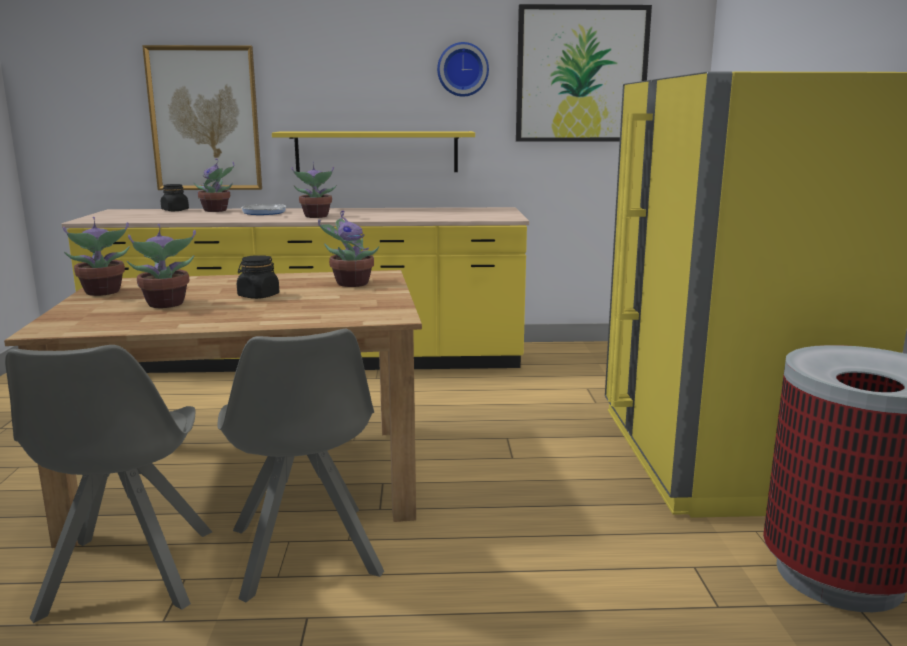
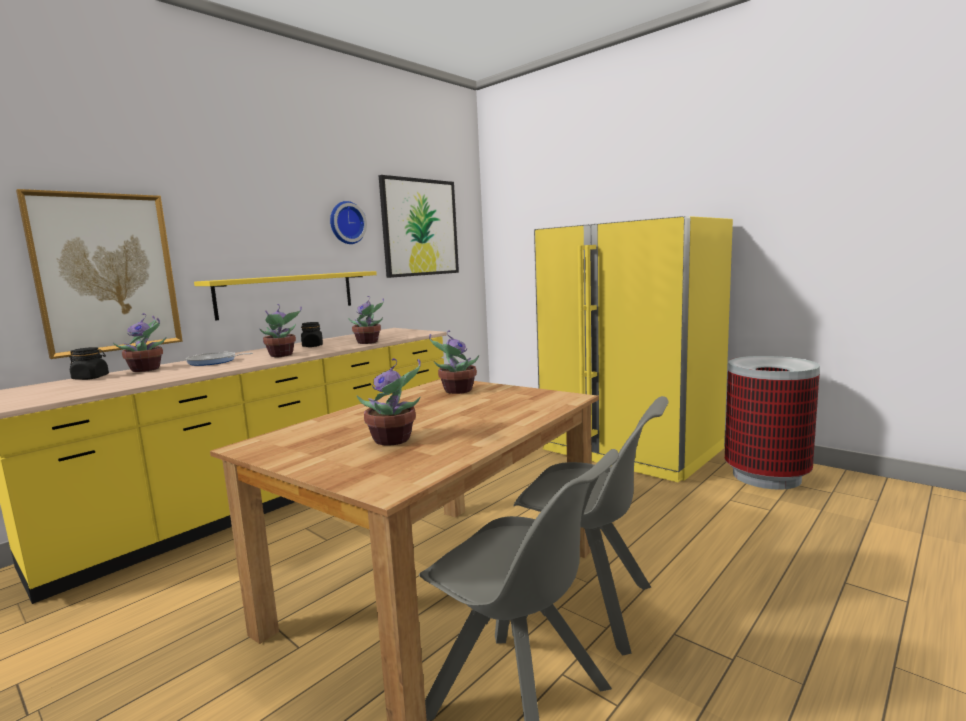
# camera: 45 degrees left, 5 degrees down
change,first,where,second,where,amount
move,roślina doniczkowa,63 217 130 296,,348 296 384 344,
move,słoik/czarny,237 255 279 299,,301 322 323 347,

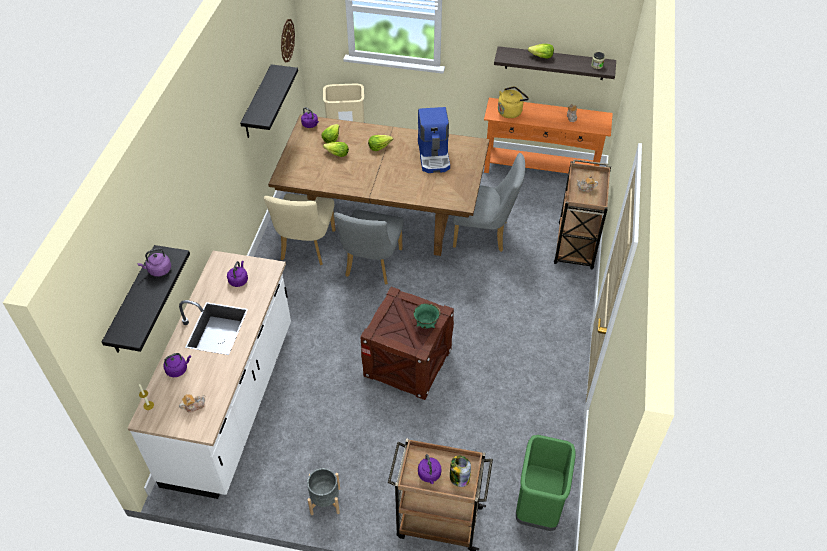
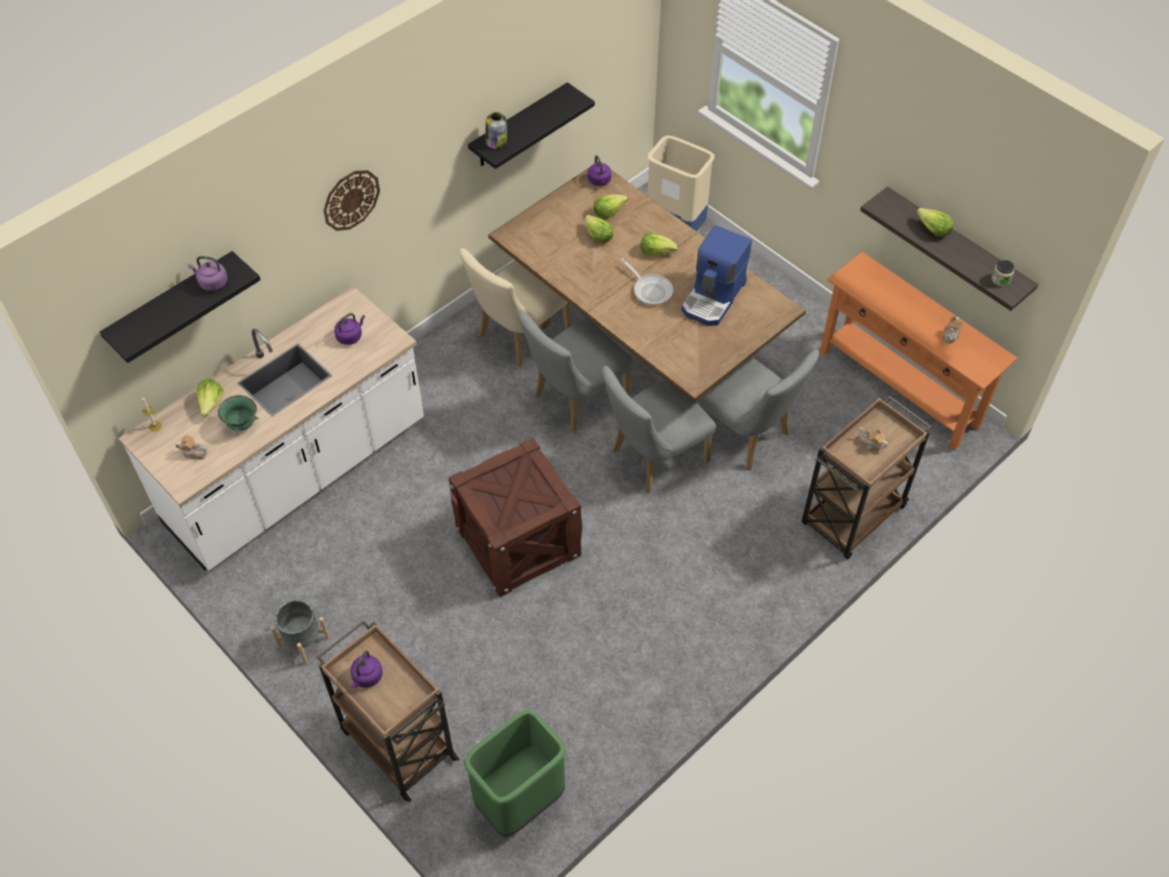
# camera: 35 degrees right, 5 degrees up
change,first,where,second,where,amount
delete,czajnik/żółty,498 86 529 118,,,
insert,,,krzesło/szary,602 366 716 493,
insert,,,patelnia,621 258 673 305,
move,zegar ścienny,281 19 295 63,,323 170 380 231,
move,miska/zielony,413 303 441 329,,218 395 258 433,
move,słoik,450 456 471 487,,486 112 507 149,
replace,czajnik/fioletowy,163 353 191 377,sałata,197 379 223 417,

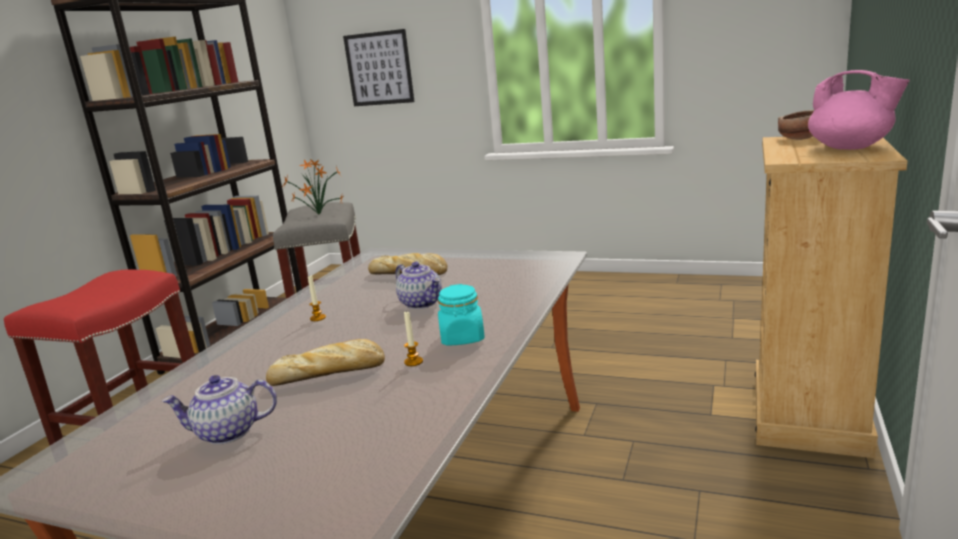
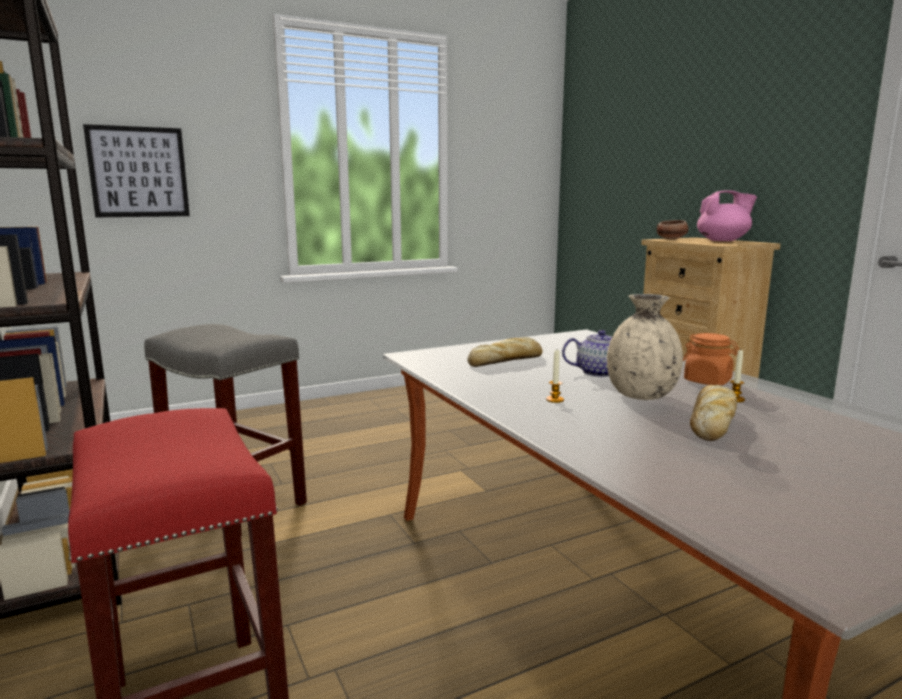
# camera: 50 degrees left, 5 degrees down
change,first,where,second,where,amount
delete,imbryk,162 375 277 445,,,
delete,roślina doniczkowa,282 159 344 215,,,
insert,,,wazon/beżowy,607 294 683 400,
recolor,słoik/turkusowy,438 284 485 346,słoik/pomarańczowy,683 333 739 385,

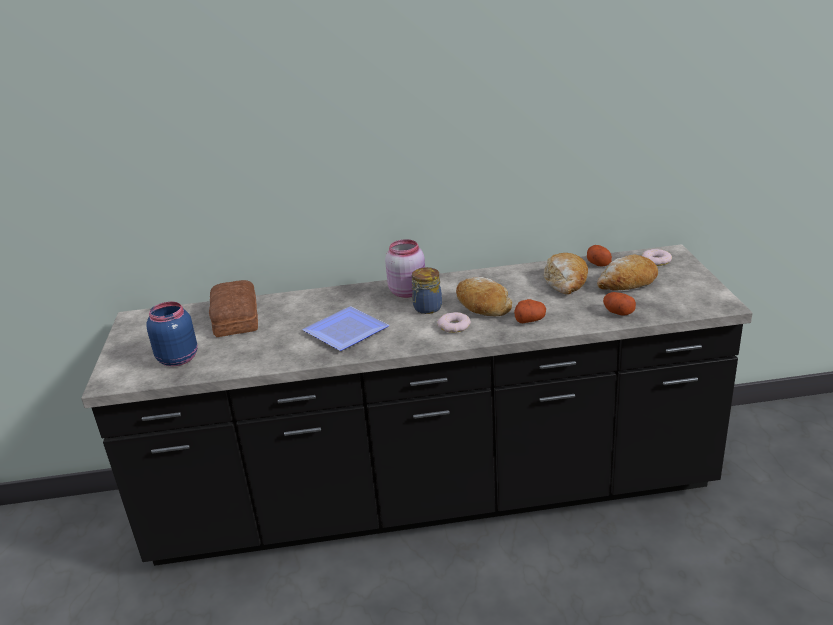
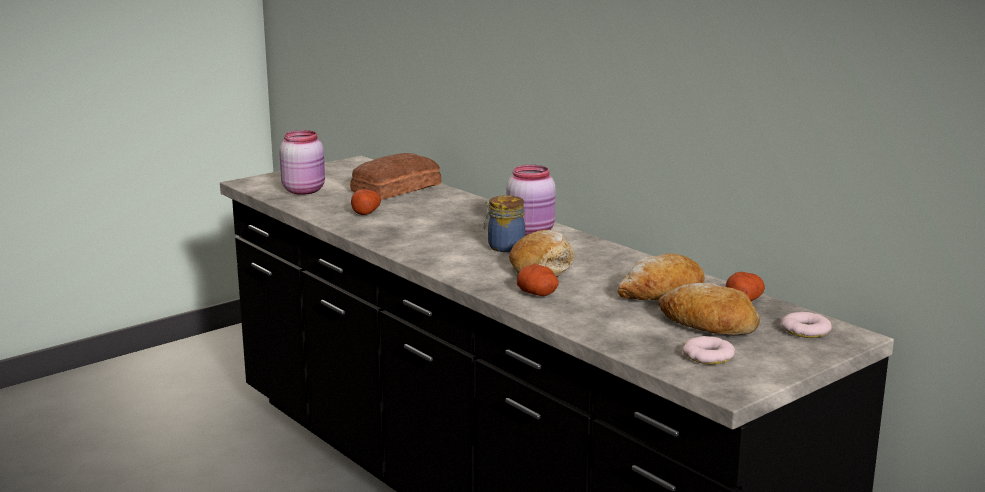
# camera: 55 degrees right, 10 degrees down
change,first,where,second,where,amount
delete,talerz,302 306 389 351,,,
move,donut,437 312 471 333,,682 336 735 364,
move,ziemniak,603 292 636 316,,351 189 381 215,
recolor,słoik/niebieski,146 302 198 366,słoik/różowy,279 130 325 195,

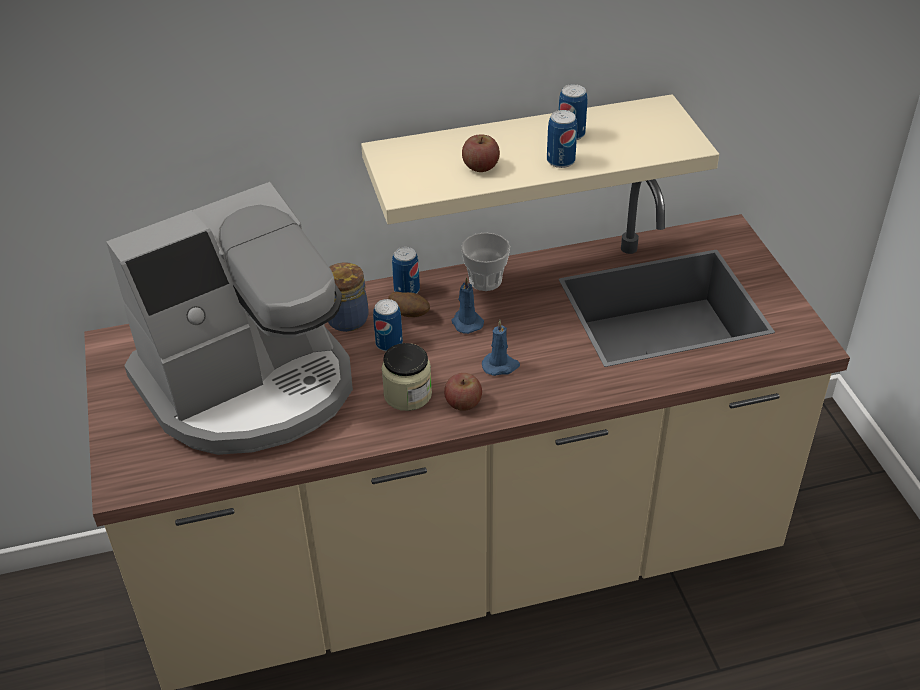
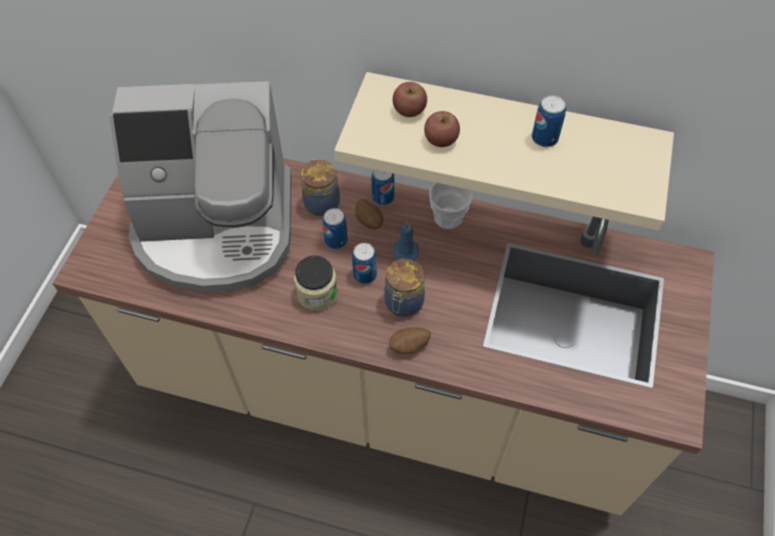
# camera: 30 degrees right, 15 degrees up
change,first,where,second,where,amount
insert,,,ziemniak,389 327 431 354,
move,jabłko,444 373 482 411,,393 82 427 117,
move,puszka,547 110 577 168,,352 243 377 284,
replace,świeca/niebieski,482 320 520 376,słoik,384 259 425 317,

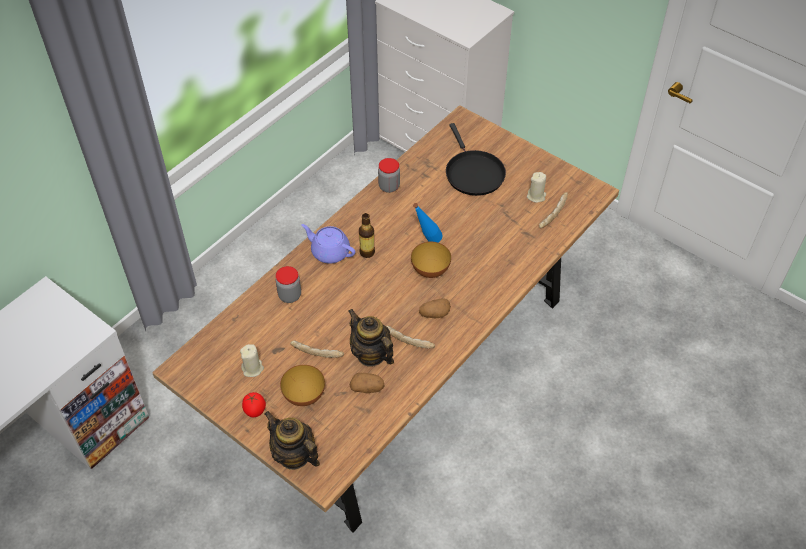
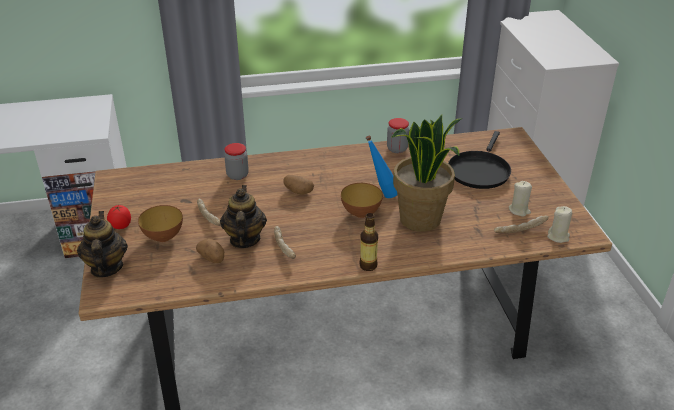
# camera: 40 degrees right, 15 degrees down
change,first,where,second,where,amount
delete,imbryk/fioletowy,301 224 355 264,,,
insert,,,roślina doniczkowa,392 114 462 232,
move,świeca/beżowy,240 344 264 377,,547 206 572 243,
move,butelka,359 213 375 258,,359 213 378 271,
move,ziemniak,419 298 451 318,,283 175 314 195,

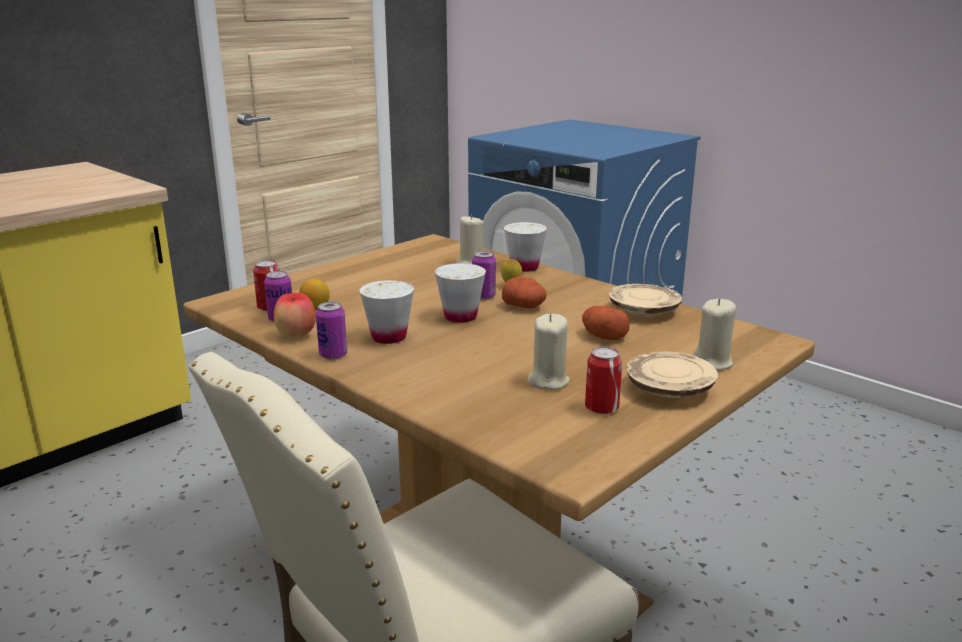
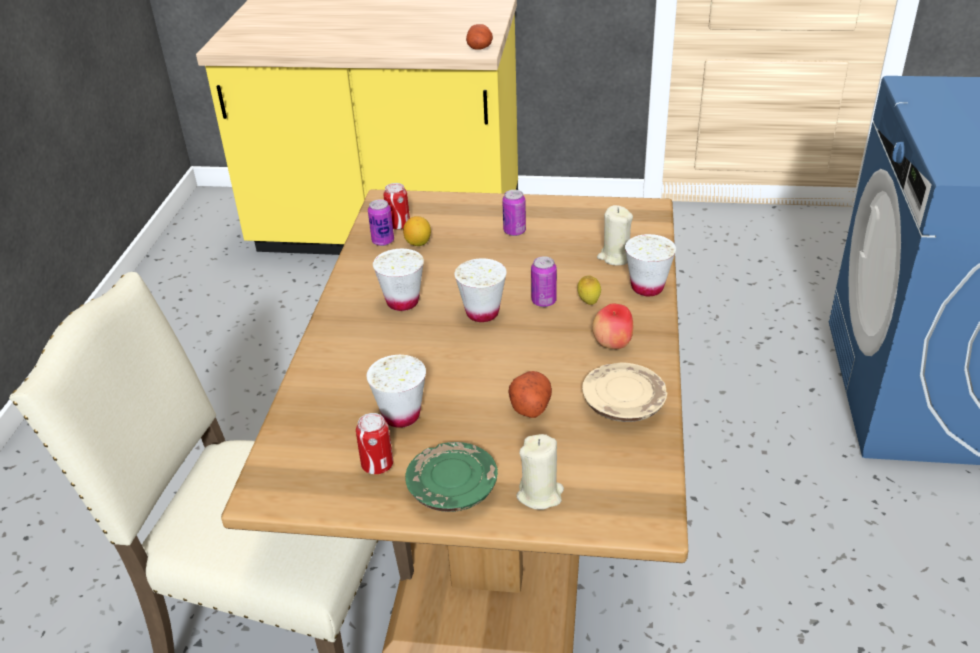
# camera: 55 degrees right, 15 degrees up
change,first,where,second,where,amount
move,jabłko,274 292 316 338,,592 303 633 349,
move,puszka,316 302 347 360,,502 190 526 236,
move,ziemniak,502 276 546 309,,466 24 493 50,
replace,świeca/beżowy,528 314 570 390,filiżanka/biały,367 355 426 428,
recolor,talerz/beżowy,627 352 718 398,talerz/zielony,405 442 498 512,

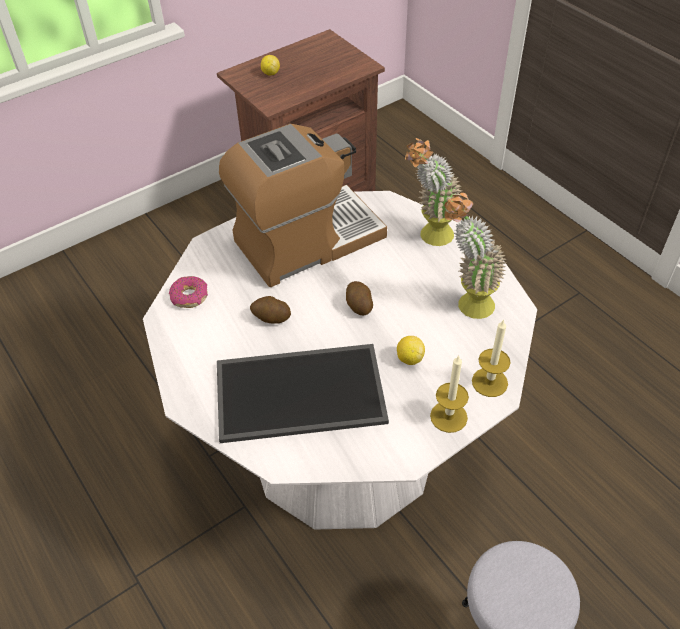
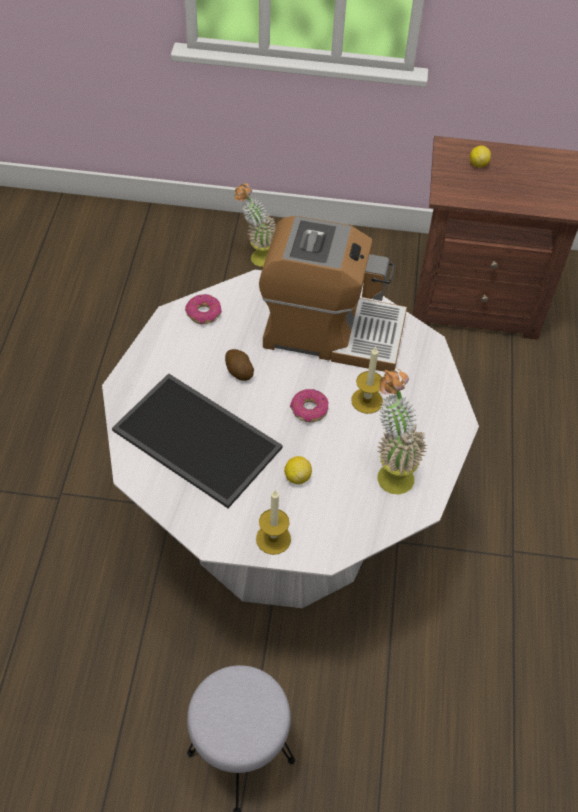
# camera: 40 degrees right, 5 degrees up
change,first,where,second,where,amount
move,roślina doniczkowa,405 138 462 246,,234 183 277 267,
move,świeca,472 319 511 397,,351 346 383 414,
replace,ziemniak,346 281 373 316,donut,290 389 329 422,

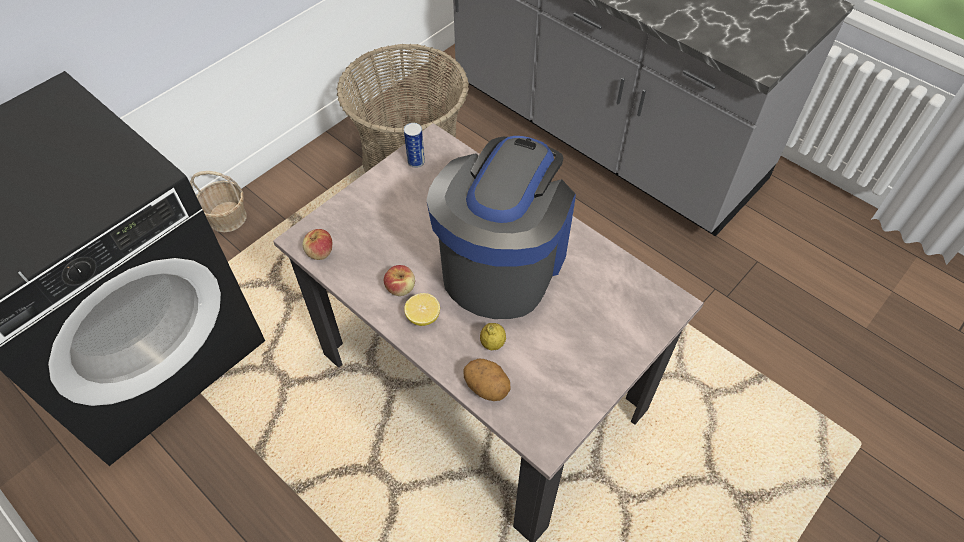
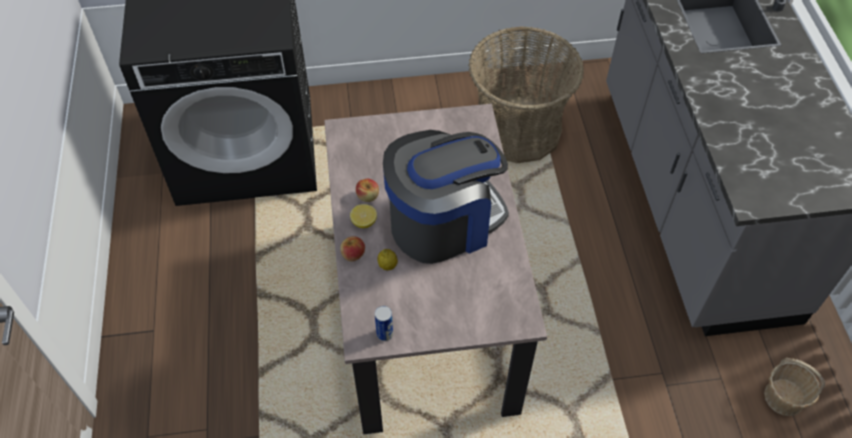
# camera: 40 degrees right, 0 degrees up
change,first,where,second,where,amount
delete,ziemniak,464 359 511 401,,,
move,koszyk,190 171 247 233,,764 358 825 416,
move,jabłko,303 229 332 260,,340 236 365 261,
move,puszka,404 123 425 168,,375 306 393 341,

